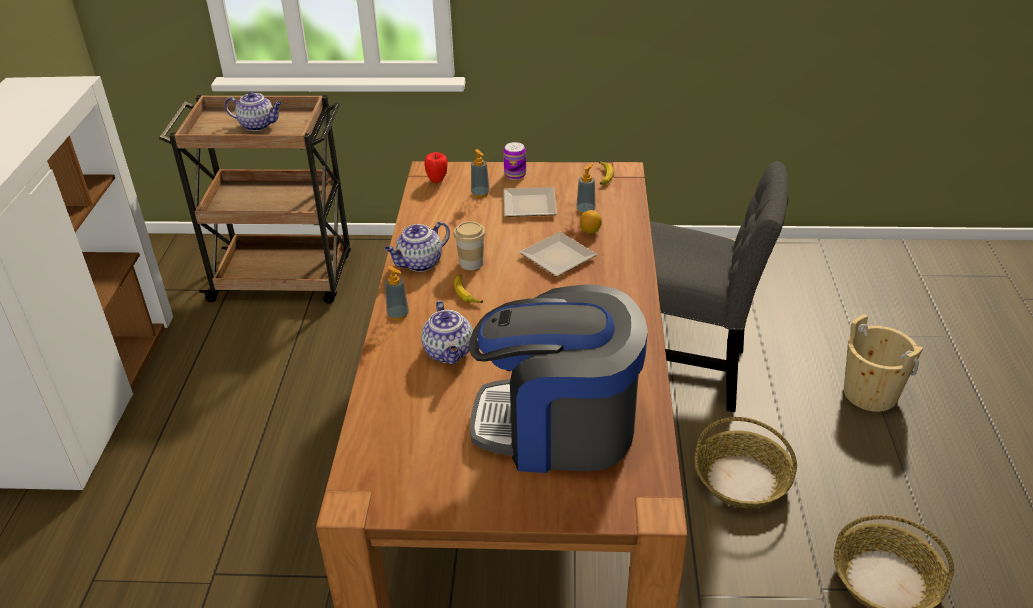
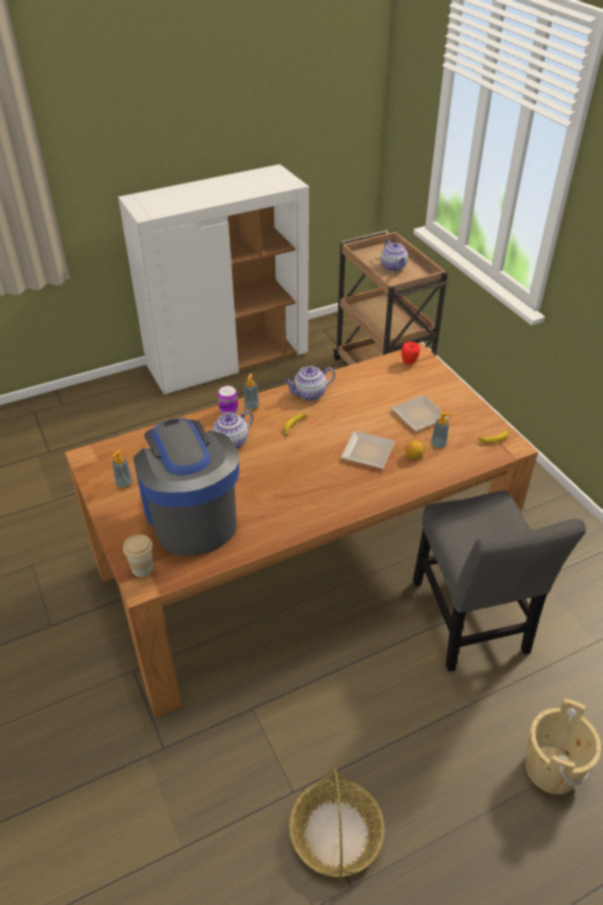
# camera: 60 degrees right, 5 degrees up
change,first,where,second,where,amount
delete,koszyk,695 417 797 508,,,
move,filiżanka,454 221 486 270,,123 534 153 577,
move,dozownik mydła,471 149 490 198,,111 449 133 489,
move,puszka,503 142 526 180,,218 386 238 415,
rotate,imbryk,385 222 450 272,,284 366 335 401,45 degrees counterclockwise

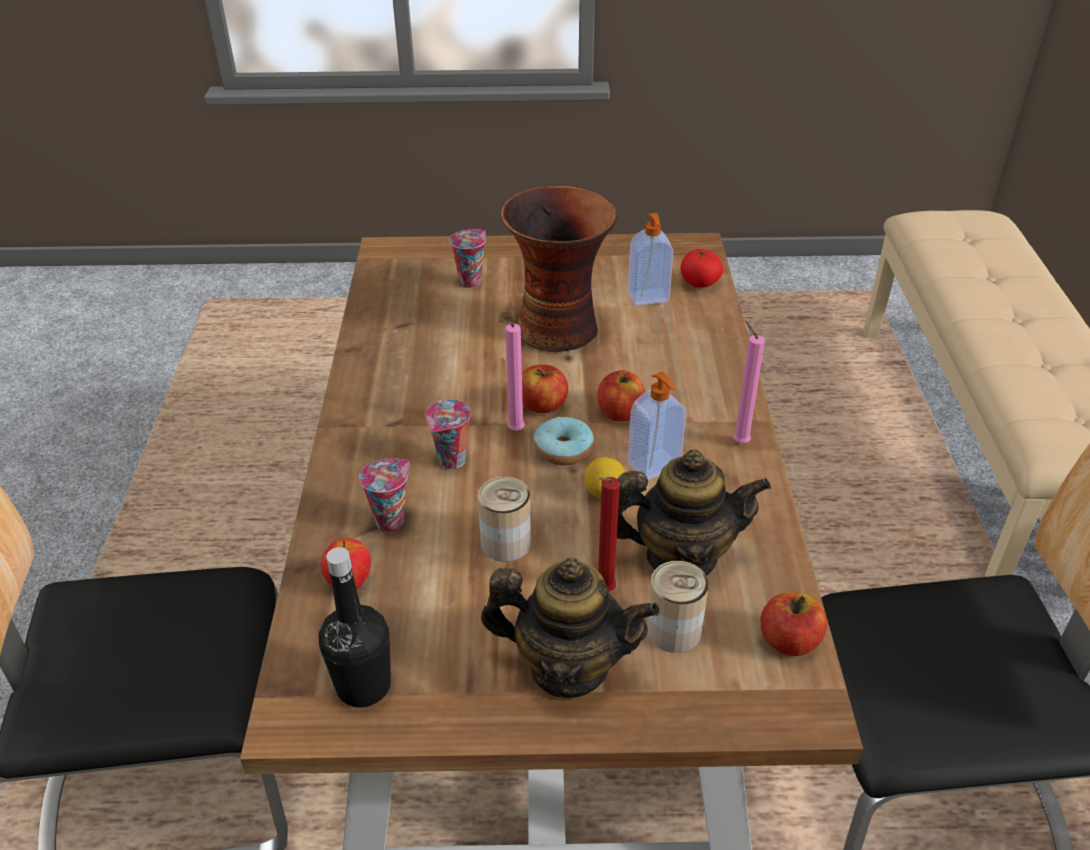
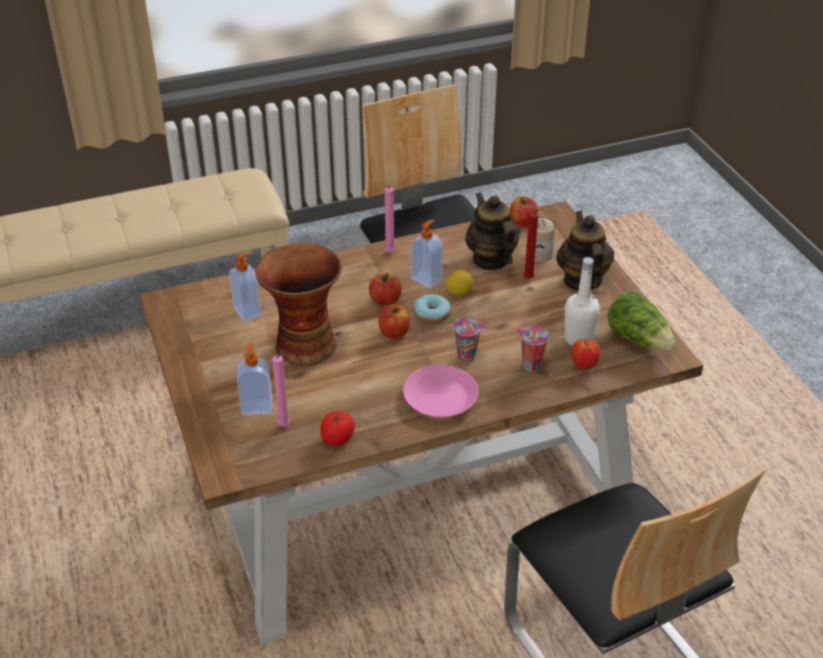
# camera: 110 degrees left, 0 degrees up
change,first,where,second,where,amount
delete,puszka,478 477 531 562,,,
insert,,,talerz/różowy,403 365 478 417,
insert,,,butelka/biały,565 257 600 346,
move,świeca/różowy,500 320 525 431,,272 354 290 426,
move,pomidor,680 248 723 288,,320 411 355 446,
replace,butelka/czarny,319 547 391 707,sałata,607 292 675 350,
replace,filiżanka,450 230 486 288,dozownik mydła,237 343 272 415,

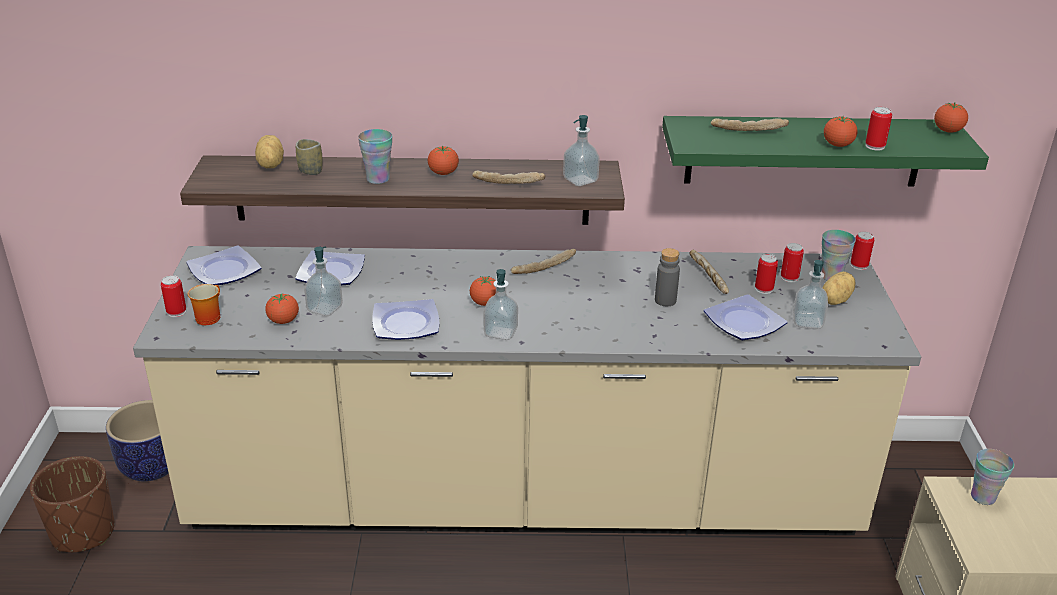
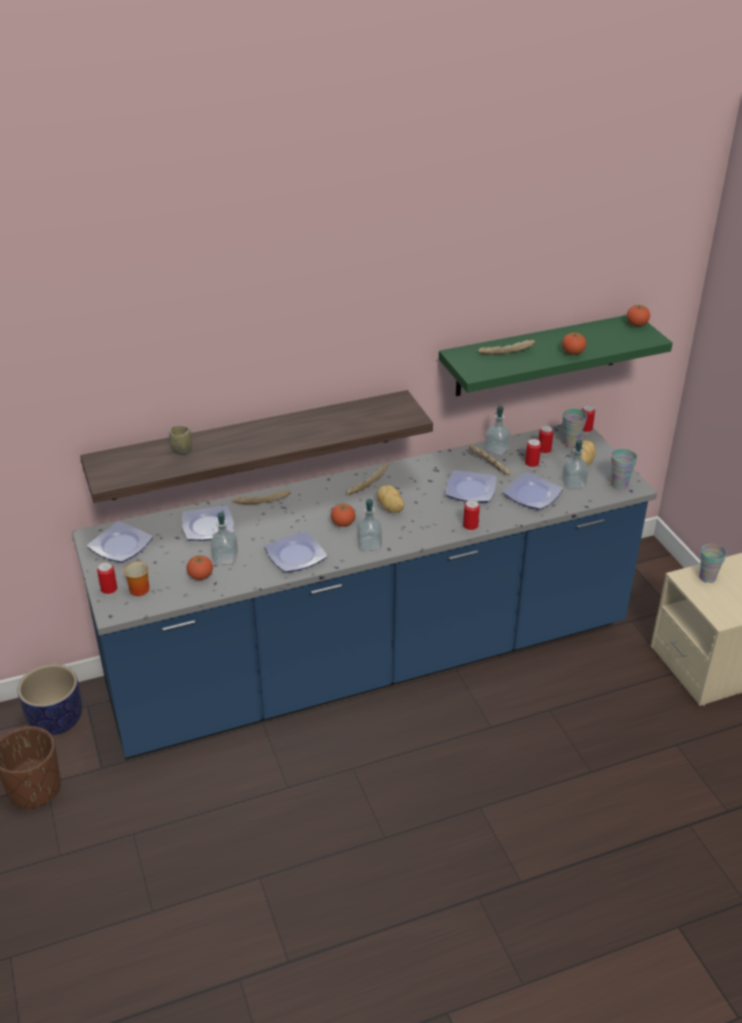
# camera: 20 degrees left, 5 degrees up
change,first,where,second,where,amount
delete,pomidor,428 146 459 175,,,
move,ziemniak,255 135 284 168,,377 485 404 513,
move,filiżanka,358 129 392 184,,611 449 637 489,
move,chleb,472 171 545 184,,233 490 291 504,
move,dozownik mydła,563 115 600 186,,485 406 511 455,
move,puszka,865 107 892 151,,463 500 480 532,
replace,butelka/szary,655 248 680 306,talerz,446 470 496 503,
recolor,zabudowa kuchenna/beżowy,133 246 921 535,zabudowa kuchenna/niebieski,72 424 657 760,

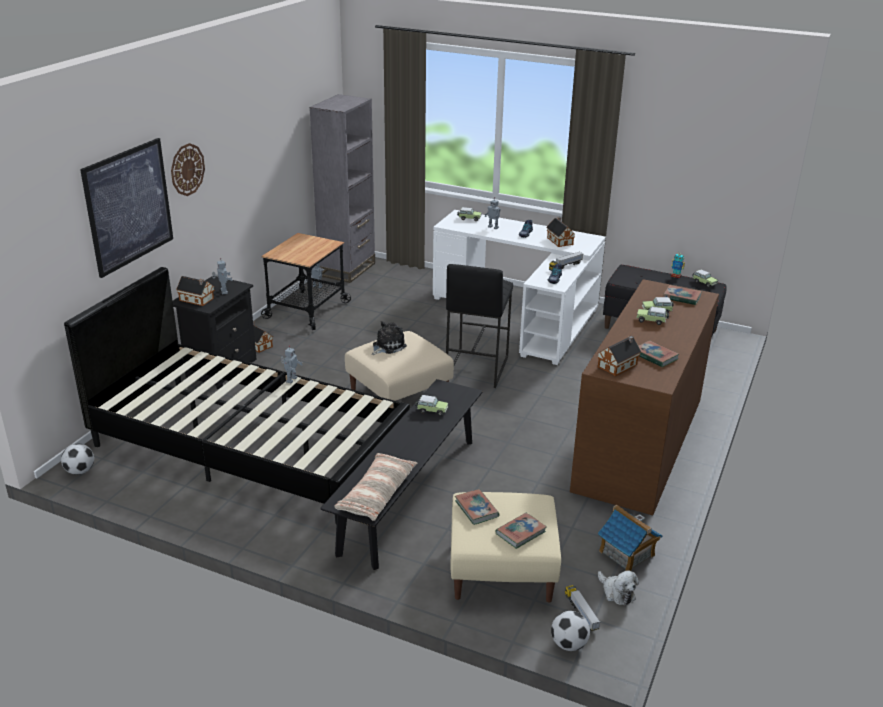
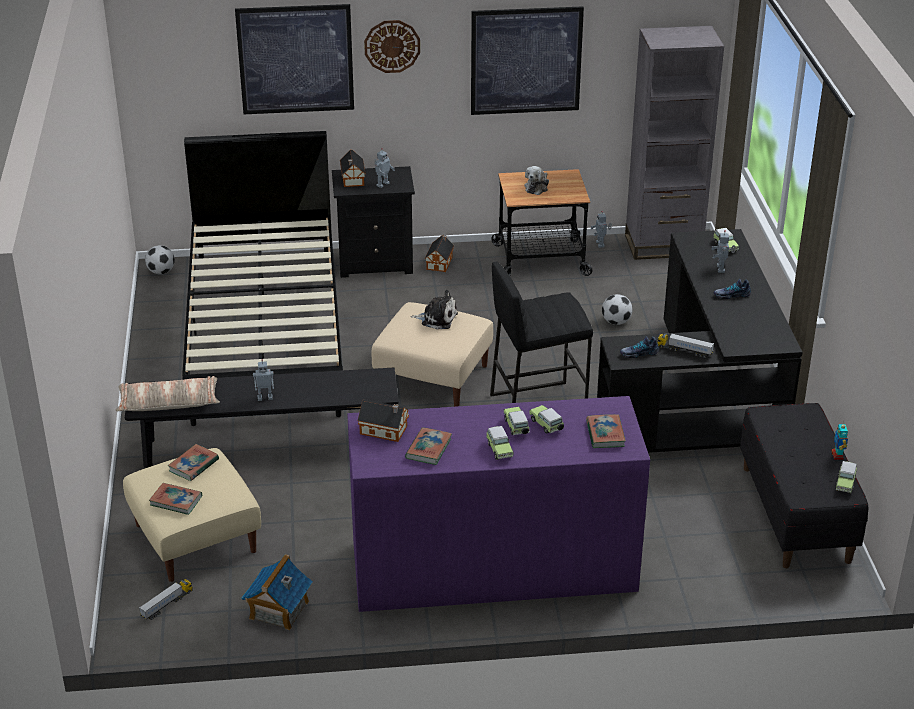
# camera: 60 degrees right, 5 degrees up
change,first,where,second,where,amount
delete,domek,546 217 576 247,,,
insert,,,obraz,471 6 584 115,
move,robot zabawkowy,281 345 303 383,,253 359 274 401,
move,samochodzik,415 395 448 416,,486 426 514 460,
move,piłka futbolowa,551 611 590 651,,602 294 633 325,
move,pluszak,598 571 639 605,,524 166 549 195,
recolor,biurko/biały,433 210 606 365,biurko/czarny,597 229 803 453,
recolor,komoda/brązowy,570 279 719 515,komoda/fioletowy,347 396 650 612,

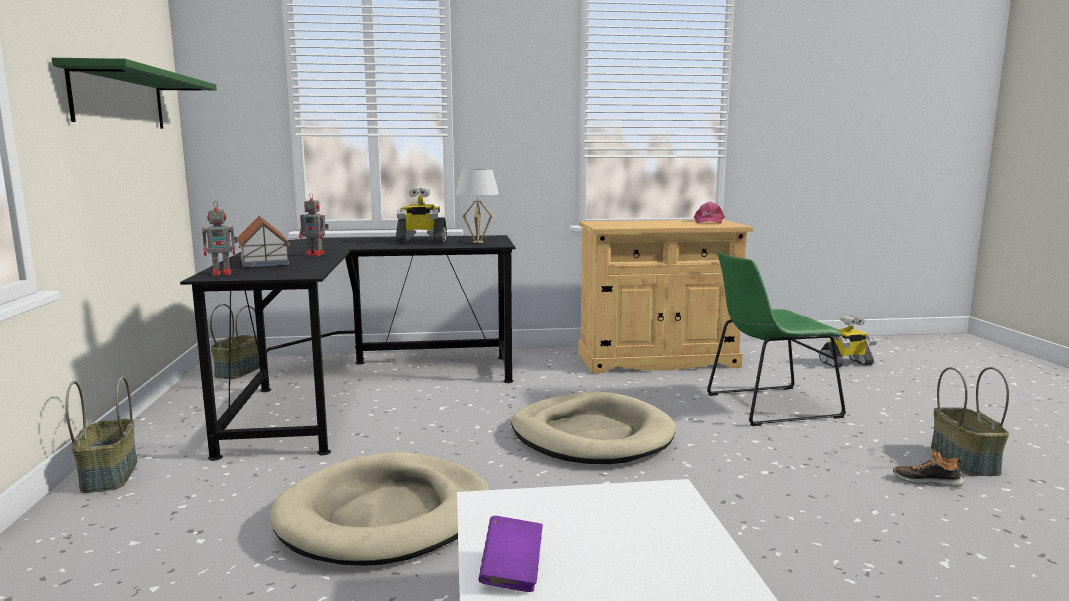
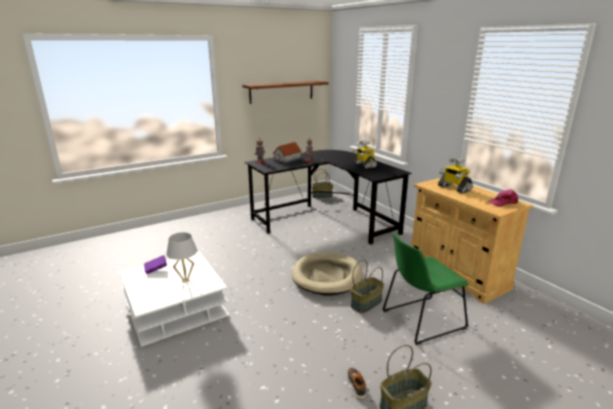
# camera: 65 degrees right, 10 degrees up
change,first,where,second,where,amount
delete,legowisko/beżowy,271 452 490 566,,,
move,koszyk,65 377 137 493,,351 259 384 313,
move,lampa stołowa/biały,456 169 499 243,,166 232 197 282,
move,robot zabawkowy,819 315 877 367,,438 157 473 193,
recolor,półka/zielony,51 58 217 129,półka/brązowy,242 81 328 104,
rotate,krzesło/zielony,707 250 846 426,,383 231 469 345,75 degrees counterclockwise

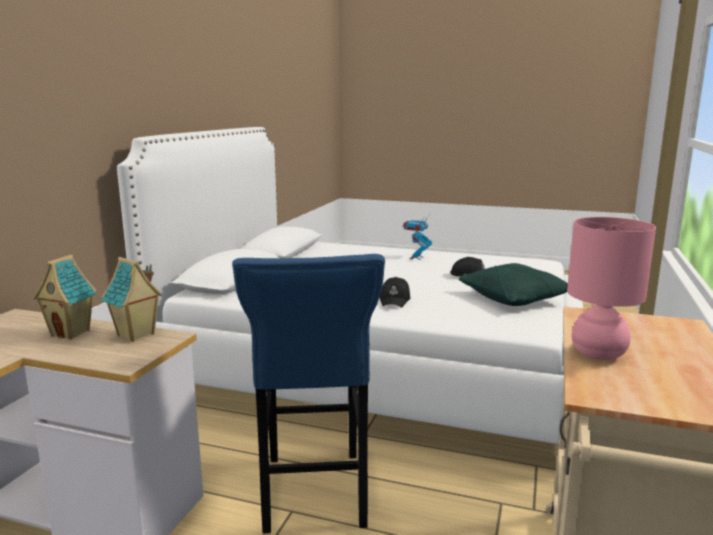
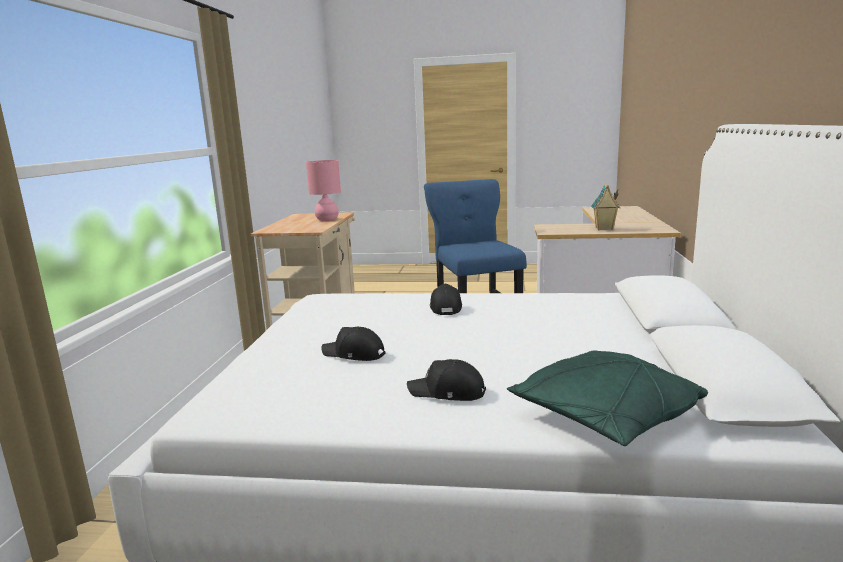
# camera: 170 degrees right, 0 degrees up
change,first,where,second,where,amount
delete,domek,101 257 163 342,,,
move,poduszka/zielony,459 263 568 306,,507 350 708 446,
replace,robot zabawkowy,403 215 432 260,czapka z daszkiem/czarny,407 359 486 401,

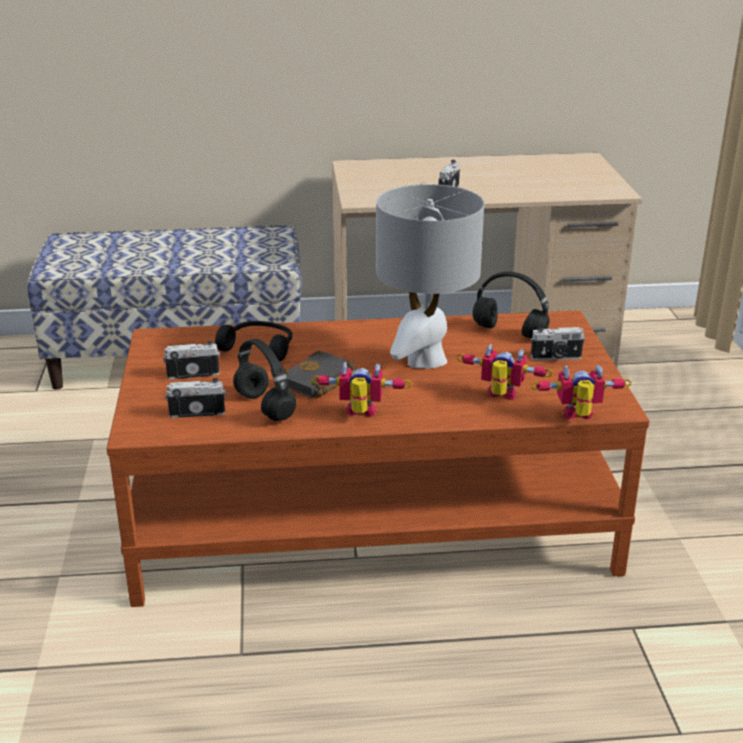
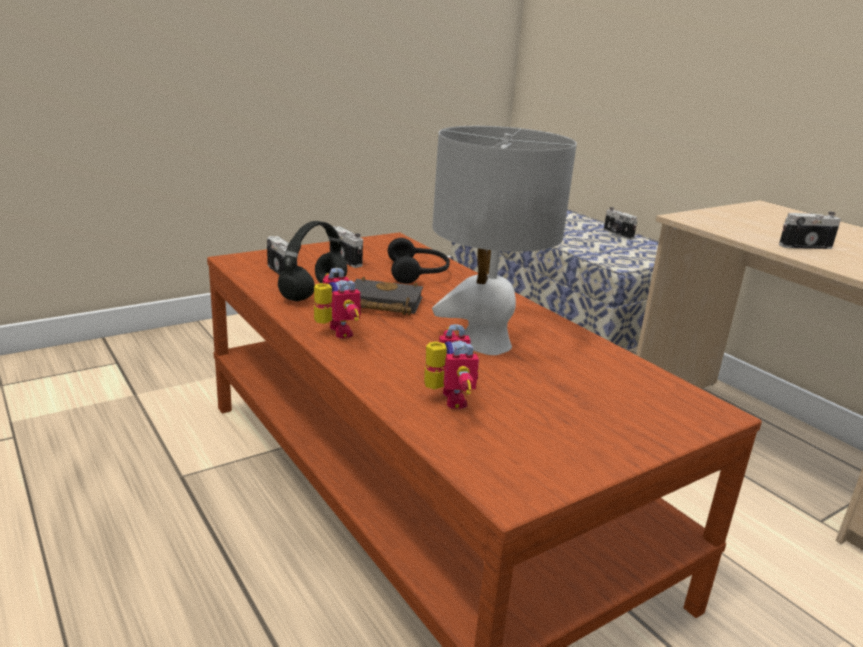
# camera: 60 degrees right, 5 degrees down
change,first,where,second,where,amount
delete,słuchawki/czarny,473 272 550 338,,,
delete,robot zabawkowy,530 365 632 419,,,
move,aparat fotograficzny,531 327 585 360,,604 207 637 240,

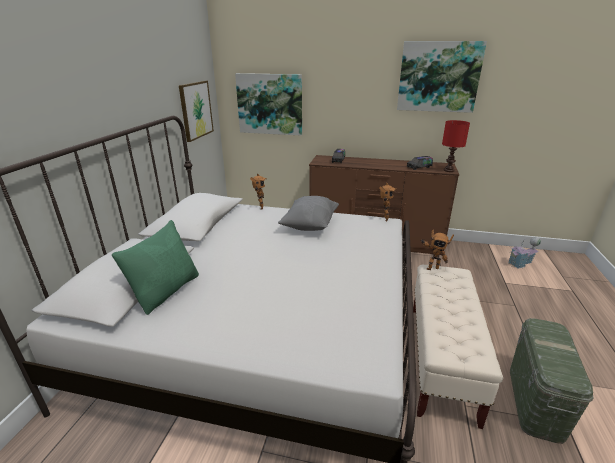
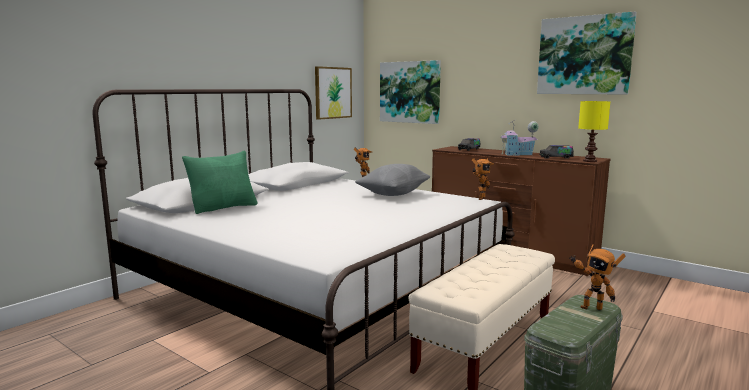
# camera: 25 degrees right, 15 degrees down
change,first,where,second,where,amount
move,robot zabawkowy,421 230 454 270,,569 244 626 311,
move,domek,508 237 541 269,,500 119 539 156,
recolor,lampa stołowa/czerwony,442 120 470 172,lampa stołowa/żółty,578 101 610 162,

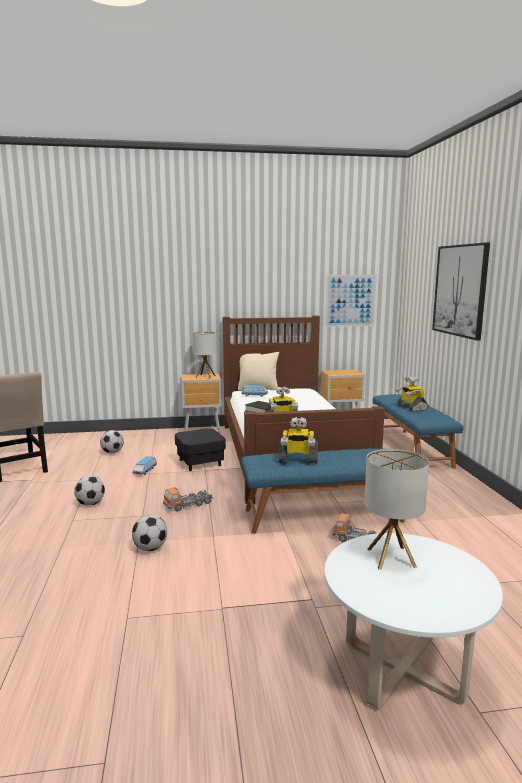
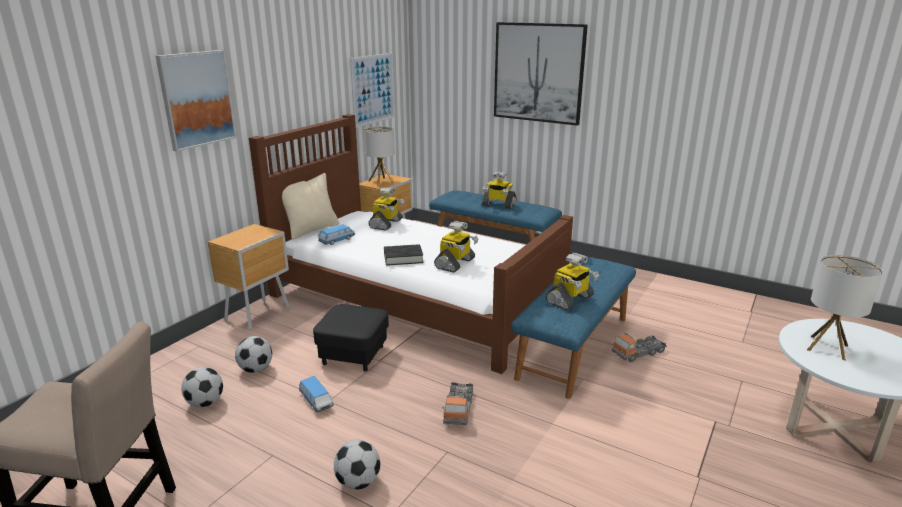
# camera: 50 degrees left, 10 degrees up
change,first,where,second,where,amount
insert,,,obraz,156 50 237 152,
insert,,,robot zabawkowy,368 187 405 230,
move,piłka futbolowa,132 515 167 551,,235 336 272 373,
move,lampa stołowa,192 332 217 379,,364 126 395 186,

